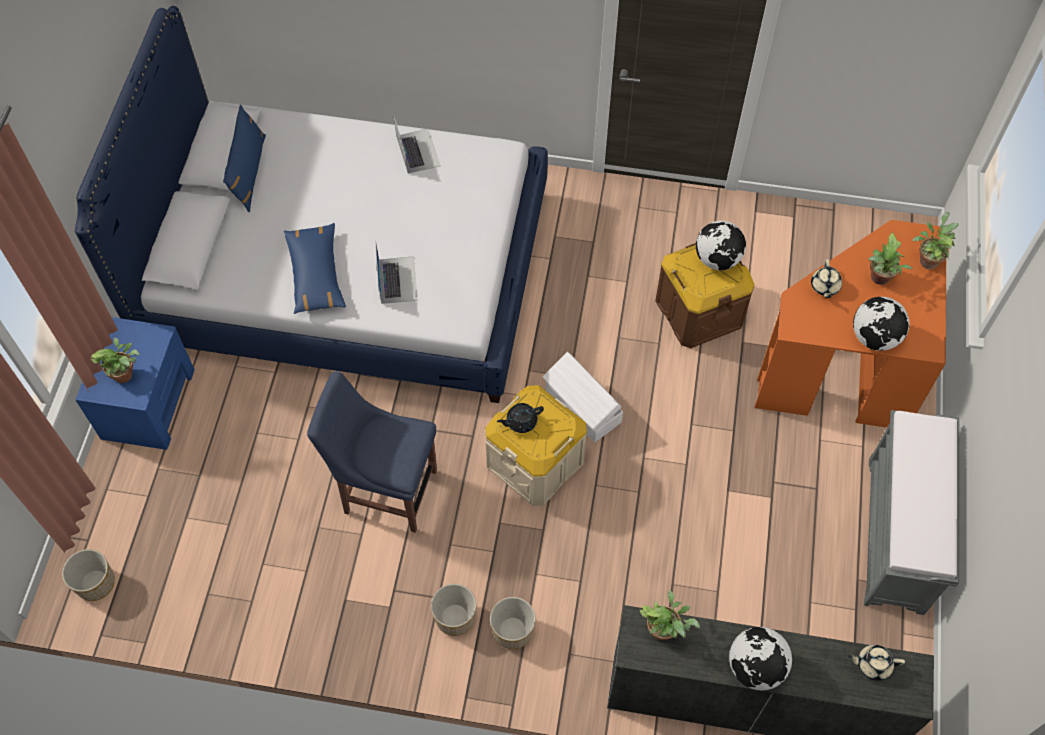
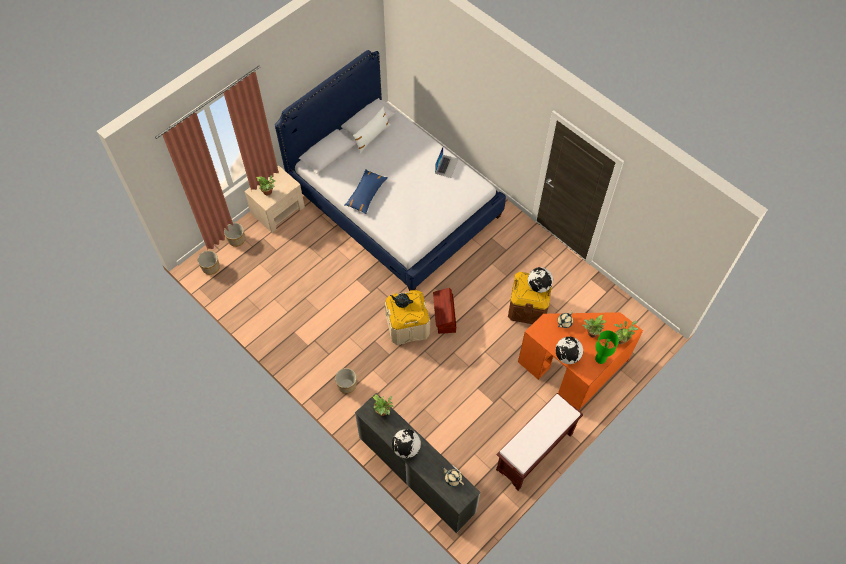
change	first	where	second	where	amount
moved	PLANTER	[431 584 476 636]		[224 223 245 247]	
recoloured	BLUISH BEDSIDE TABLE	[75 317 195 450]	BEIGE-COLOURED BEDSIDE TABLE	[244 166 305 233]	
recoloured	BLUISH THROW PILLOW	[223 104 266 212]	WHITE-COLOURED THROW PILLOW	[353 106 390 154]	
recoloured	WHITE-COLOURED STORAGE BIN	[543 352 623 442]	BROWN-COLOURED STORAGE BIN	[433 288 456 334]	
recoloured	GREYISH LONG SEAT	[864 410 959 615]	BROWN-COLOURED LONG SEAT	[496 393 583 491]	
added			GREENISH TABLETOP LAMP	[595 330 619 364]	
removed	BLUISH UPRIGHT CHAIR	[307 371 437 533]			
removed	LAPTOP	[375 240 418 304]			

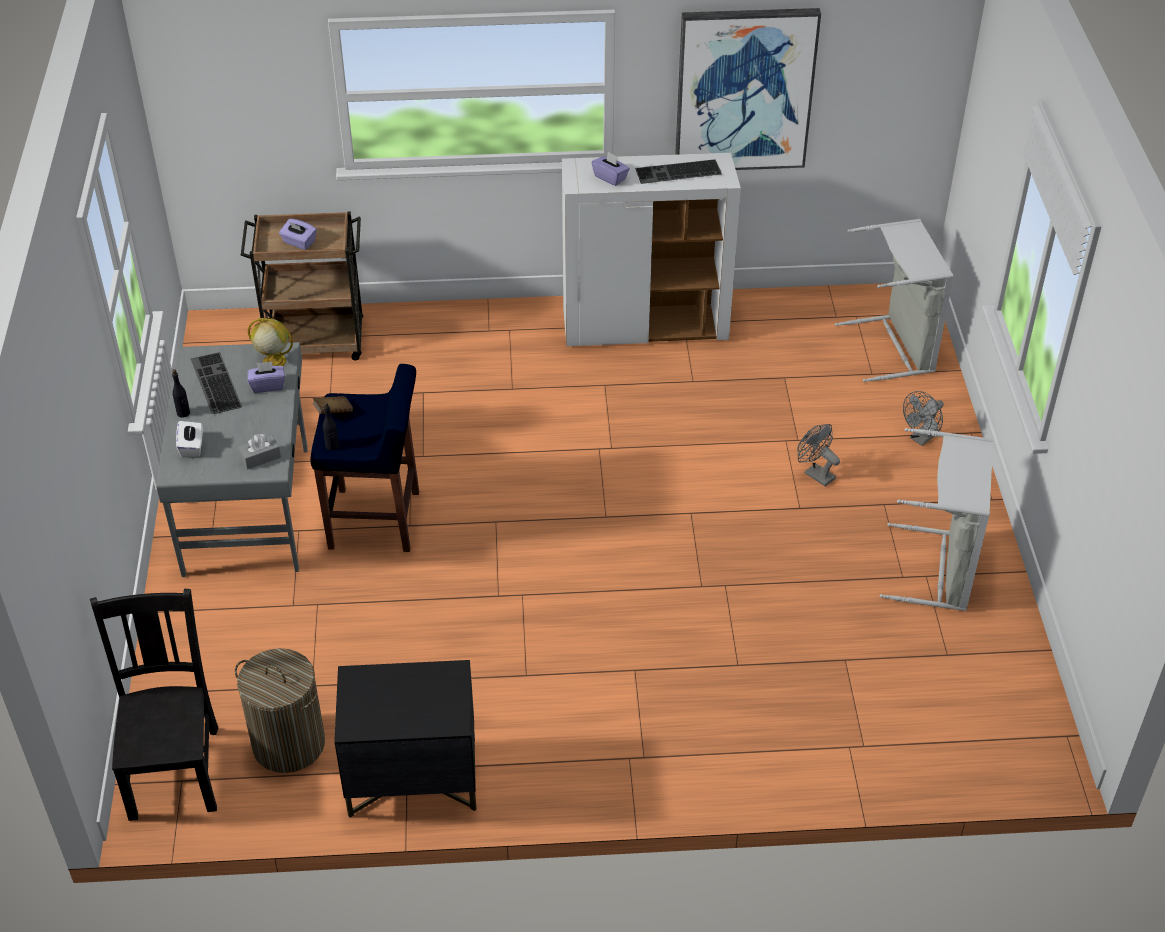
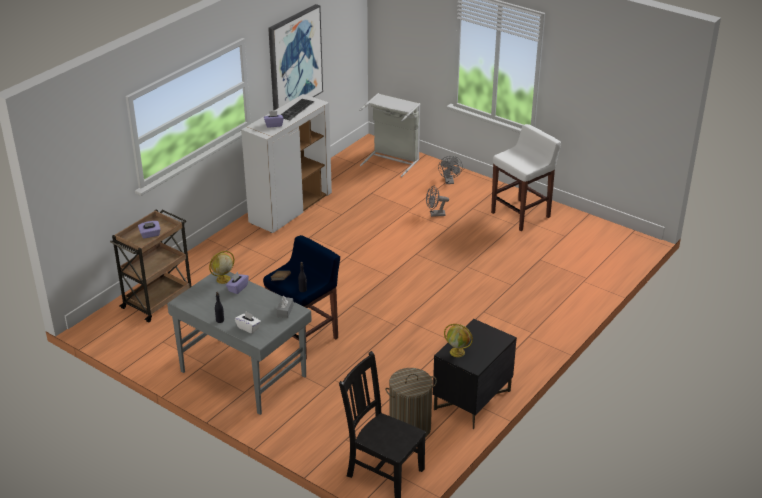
change	first	where	second	where	amount
added			DESK GLOBE	[444 324 473 357]	
replaced	GREYISH HAMPER	[880 428 994 611]	WHITE-COLOURED STOOL	[491 124 561 231]	
removed	COMPUTER KEYBOARD	[191 352 242 414]			

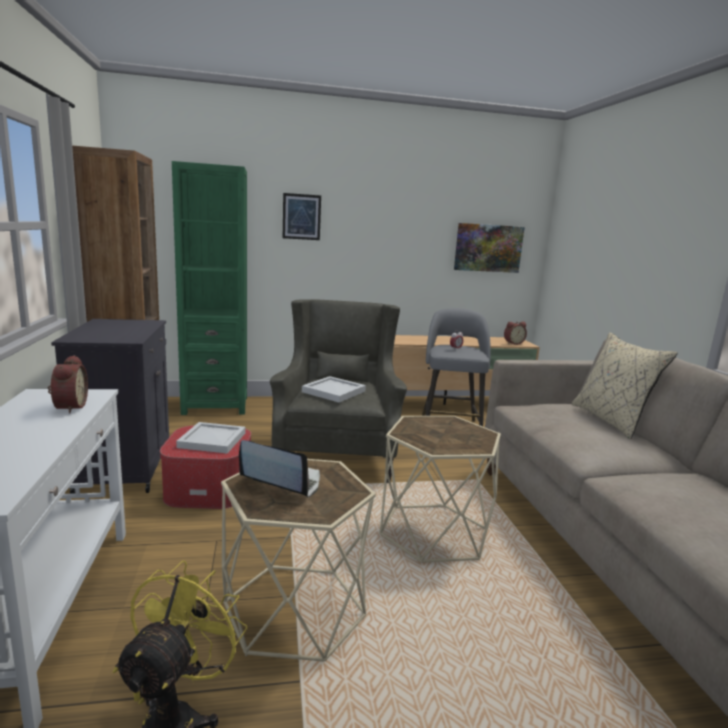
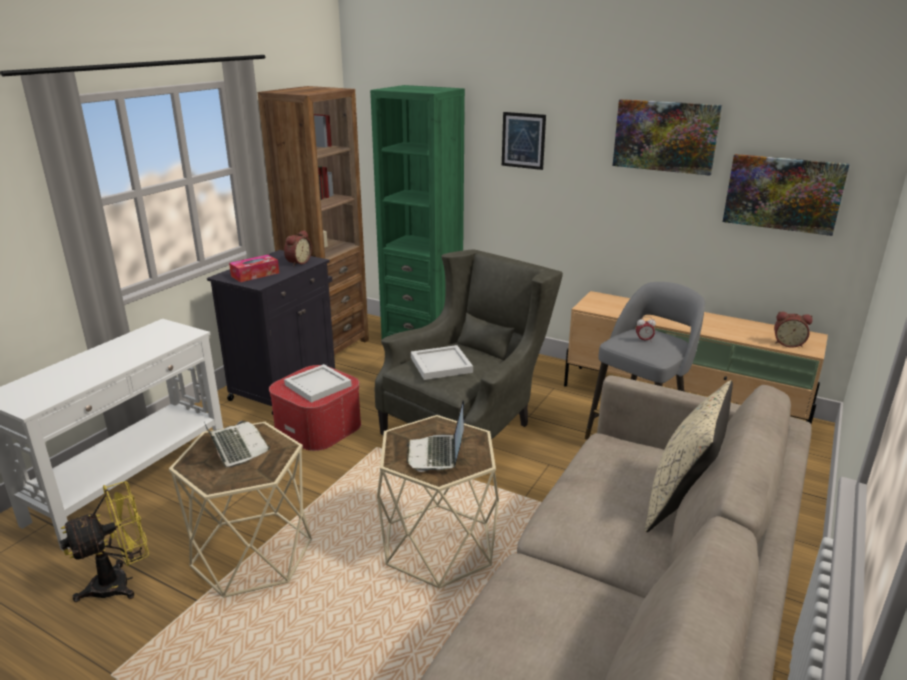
change	first	where	second	where	amount
added			TISSUE HOLDER	[229 255 279 282]	
moved	TABLE CLOCK	[48 355 88 414]		[284 230 312 266]	
added			LAPTOP	[407 400 464 472]	
added			WALL ART	[613 99 722 176]	

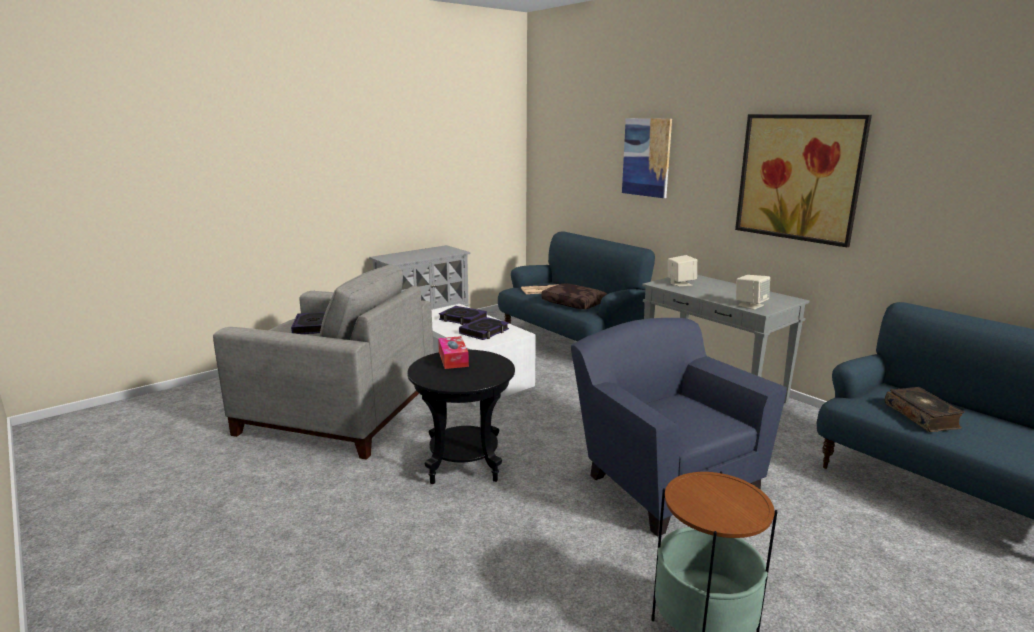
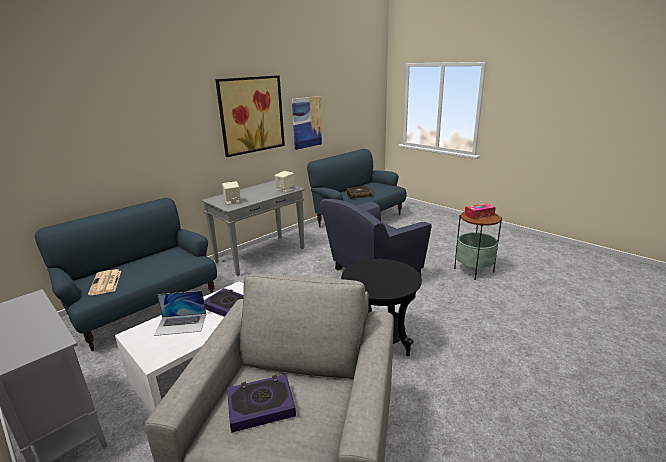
change	first	where	second	where	amount
replaced	VOLUME	[439 306 487 325]	LAPTOP	[154 291 206 336]	
moved	WALL ART	[622 118 672 198]		[292 96 322 150]	
moved	TISSUE HOLDER	[438 336 469 369]		[464 203 496 219]	
removed	BROWN-COLOURED THROW PILLOW	[541 283 607 309]			

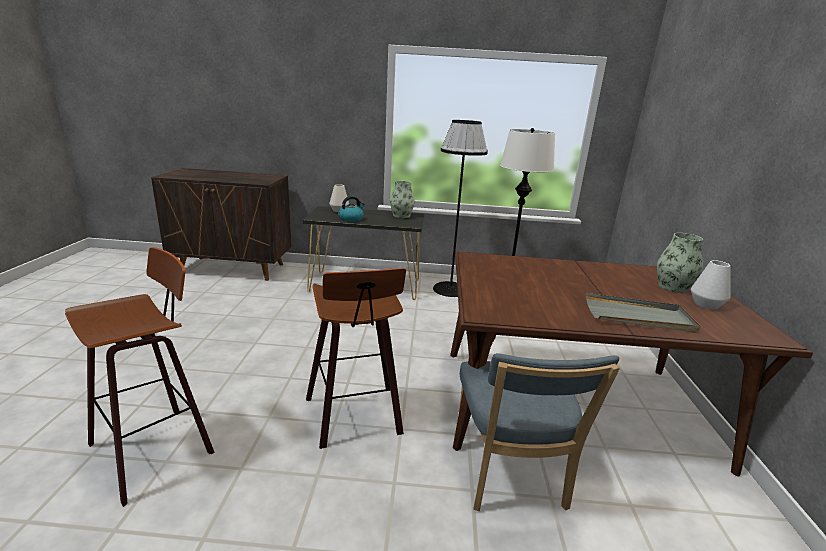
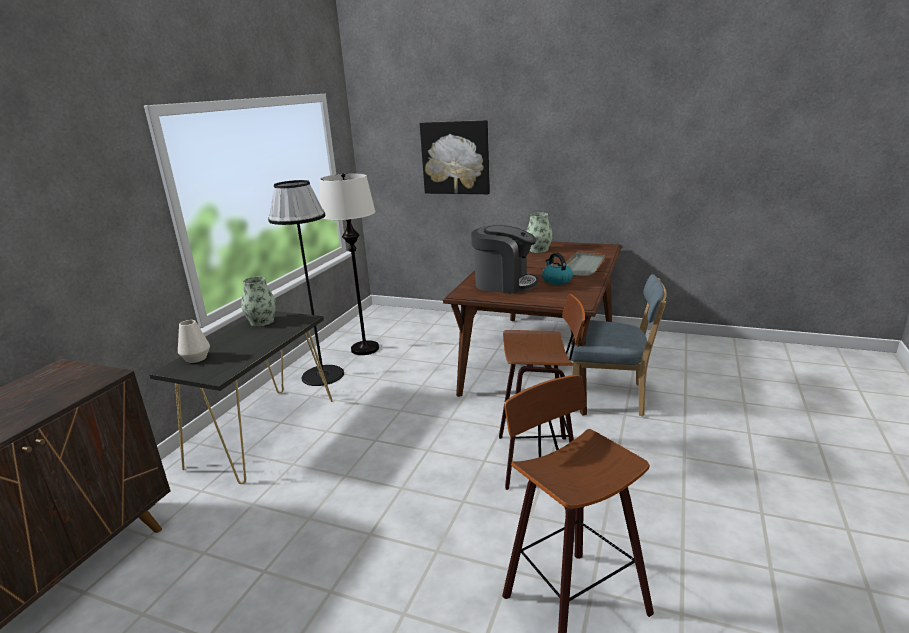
change	first	where	second	where	amount
added			WALL ART	[420 120 490 194]	
added			COFFEE MAKER	[471 225 538 294]	
moved	KETTLE	[338 196 365 222]		[542 253 573 285]	
removed	WHITE-COLOURED DECORATIVE VASE	[691 260 731 309]			

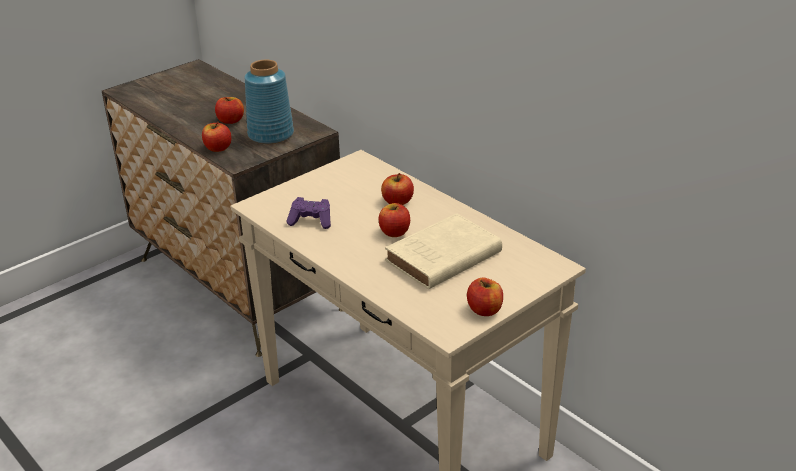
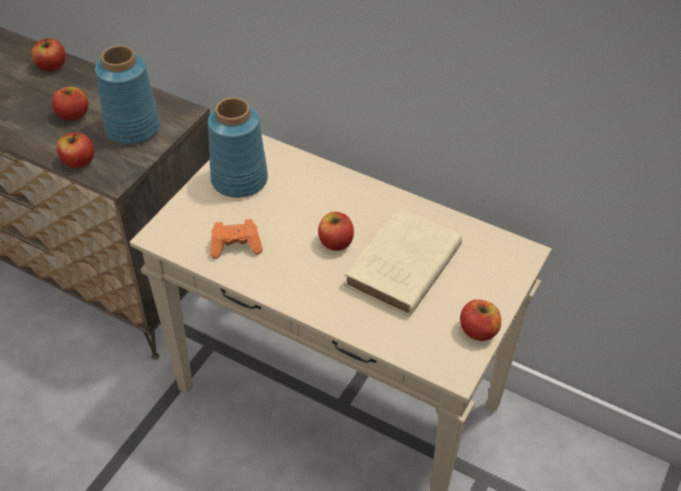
change	first	where	second	where	amount
moved	APPLE FRUIT	[381 173 414 205]		[31 38 66 72]	
added			BLUISH DECORATIVE VASE	[208 97 268 198]	
recoloured	PURPLE GAMEPAD	[286 197 331 229]	ORANGEY GAMEPAD	[210 219 263 259]	

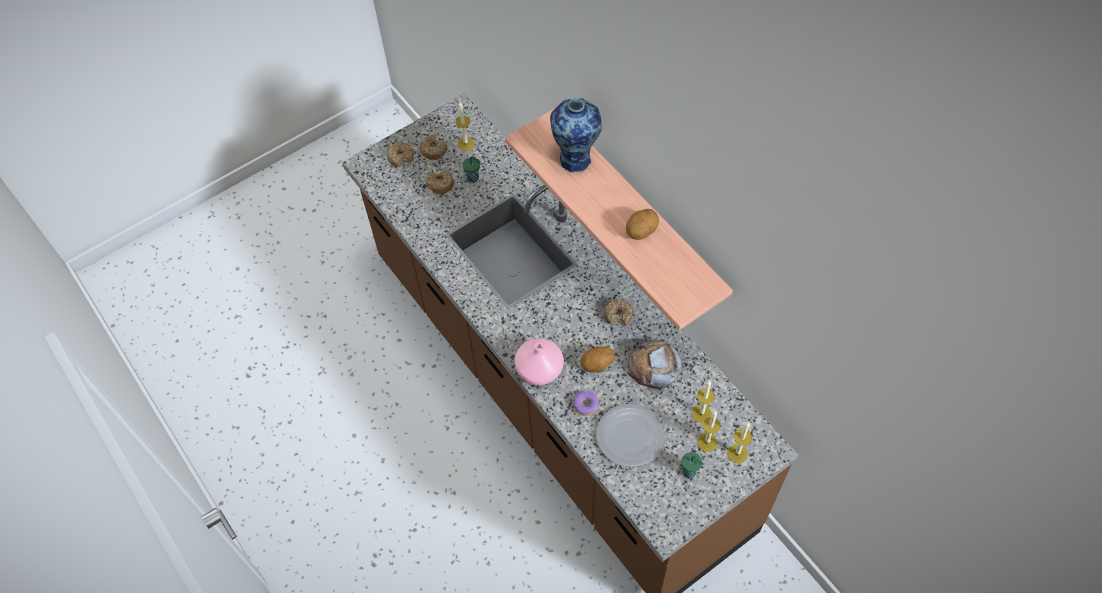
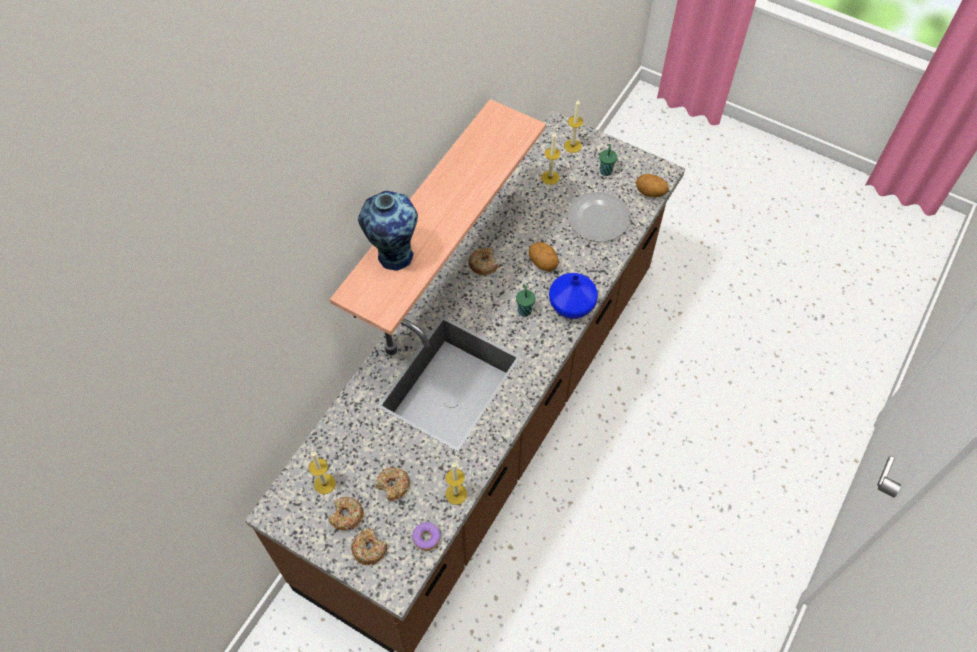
change	first	where	second	where	amount
moved	RING DOUGHNUT	[574 391 599 416]		[412 522 440 551]	
moved	WAX LIGHT	[697 410 721 452]		[446 463 467 505]	
moved	GREENISH SMALL CUP	[462 156 481 183]		[516 284 535 317]	
recoloured	PINK-COLOURED DECORATIVE VASE	[515 338 564 385]	BLUISH DECORATIVE VASE	[549 273 598 319]	
moved	POTATO	[626 209 659 240]		[636 174 669 197]	
removed	BREAD	[627 340 683 389]			

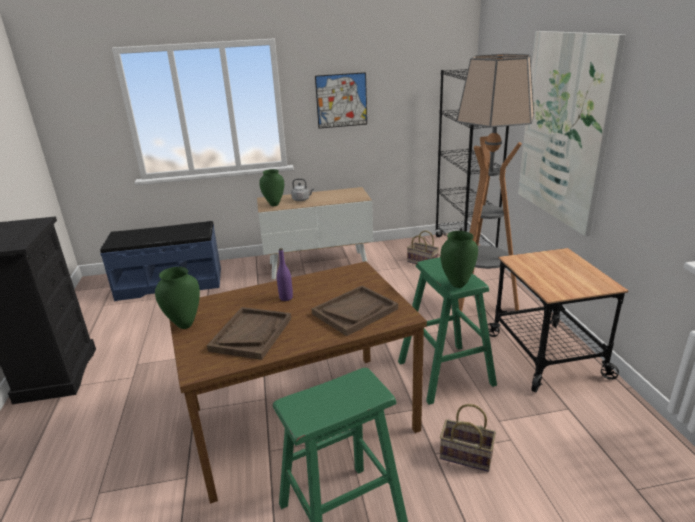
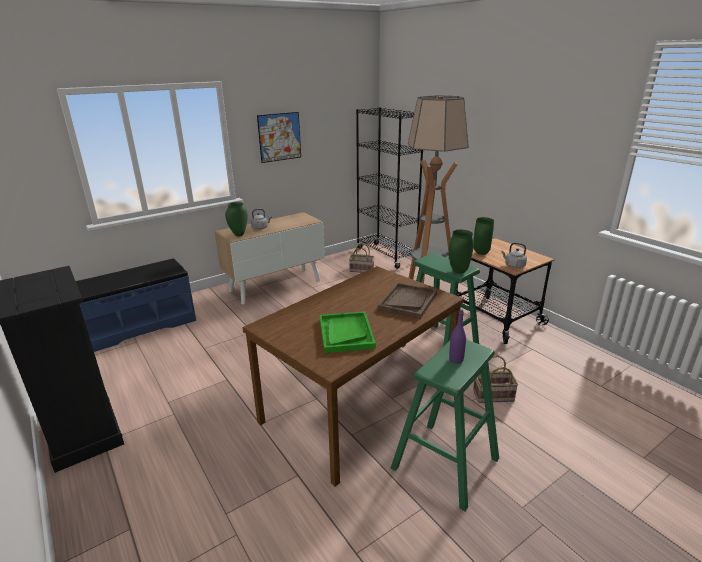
change	first	where	second	where	amount
recoloured	BROWN-COLOURED SERVING TRAY	[207 307 291 360]	GREENISH SERVING TRAY	[320 311 376 353]	
moved	PURPLE BOTTLE	[277 248 293 301]		[449 309 466 364]	
moved	GREENISH DECORATIVE VASE	[155 267 200 329]		[474 217 494 255]	
added			GREYISH KETTLE	[501 242 527 269]	
removed	WALL ART	[518 31 626 236]			

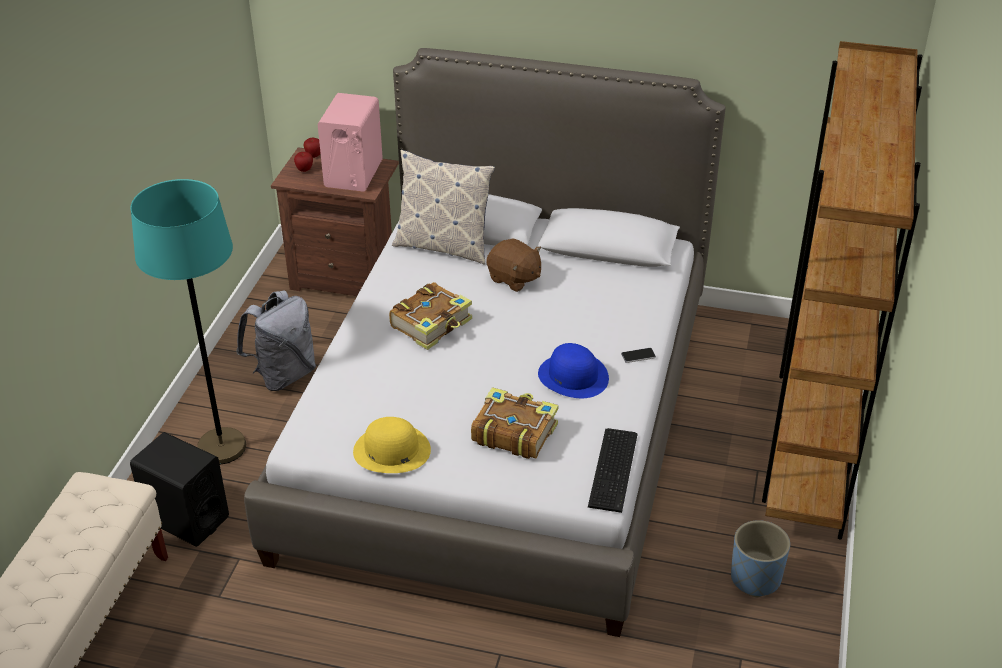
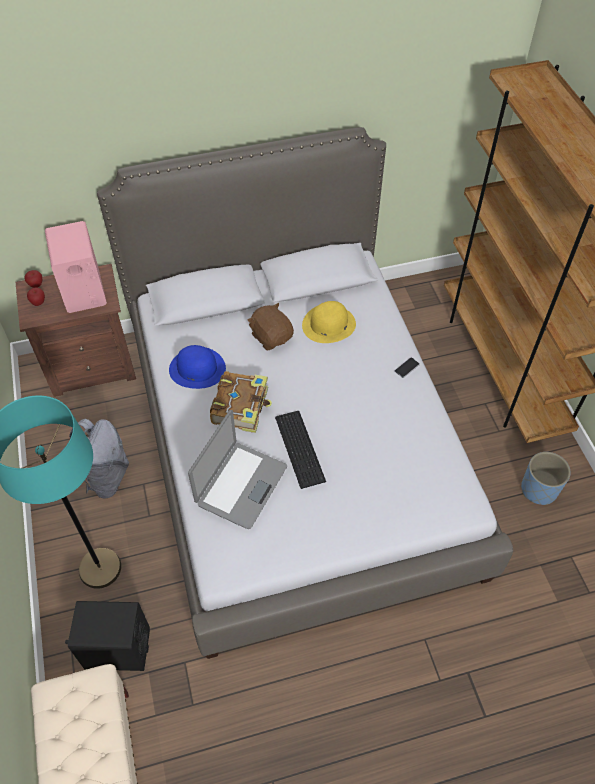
change	first	where	second	where	amount
moved	BLUISH HAT	[538 343 609 398]		[169 345 226 389]	
added			LAPTOP	[188 410 287 529]	
turned	BROWN-COLOURED SOFT TOY	[486 238 541 292]		[247 303 294 350]	135 degrees counterclockwise
moved	COMPUTER KEYBOARD	[588 428 638 513]		[275 411 326 489]	
moved	YELLOWISH HAT	[353 417 431 473]		[302 301 356 343]	
removed	THROW PILLOW	[392 149 495 265]			
removed	VOLUME	[471 387 558 459]			

